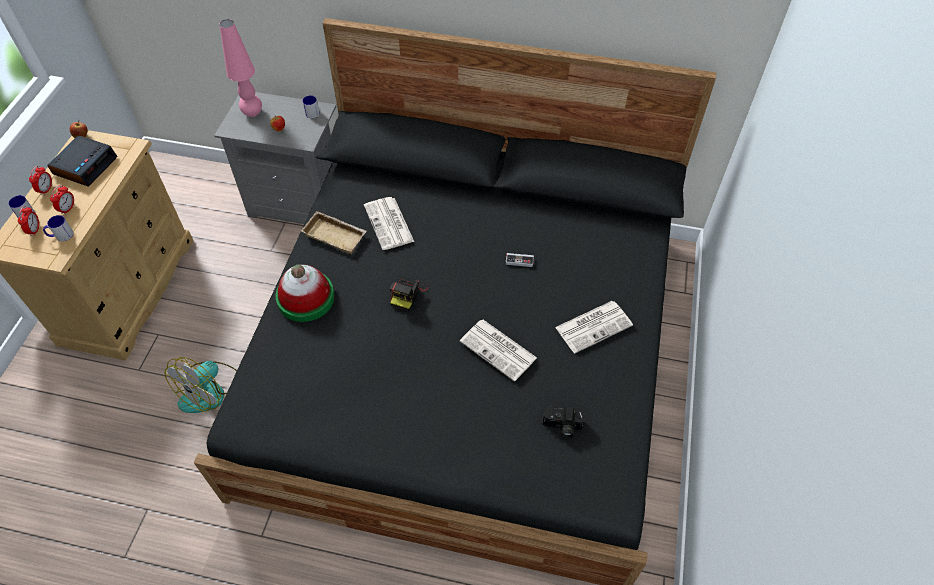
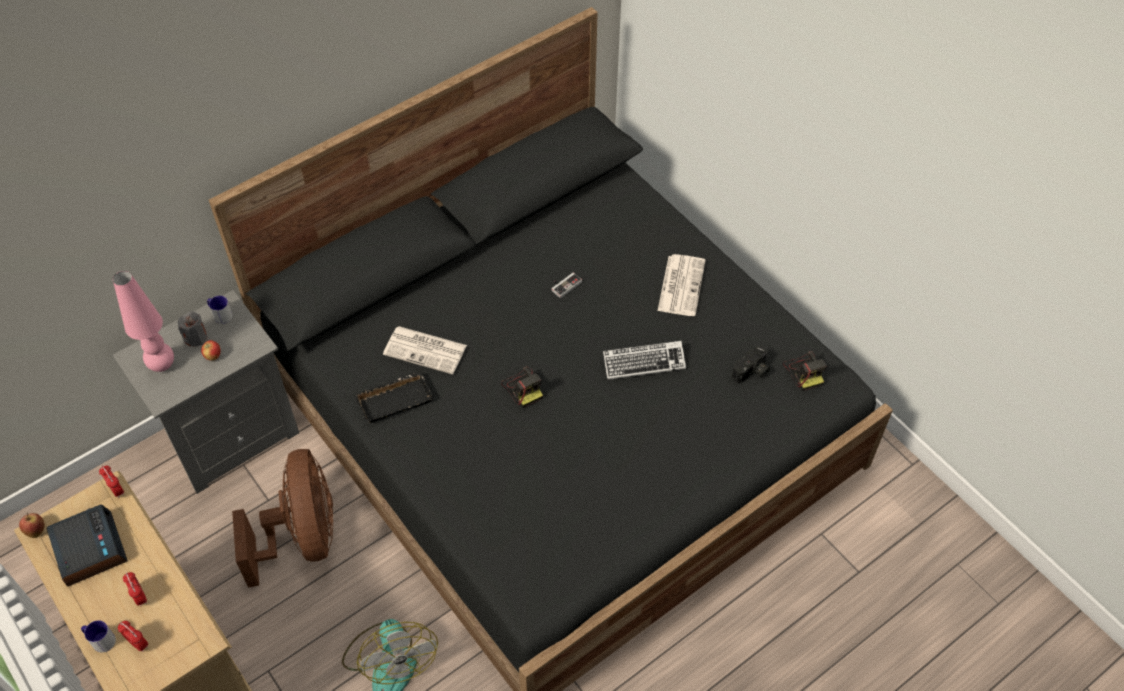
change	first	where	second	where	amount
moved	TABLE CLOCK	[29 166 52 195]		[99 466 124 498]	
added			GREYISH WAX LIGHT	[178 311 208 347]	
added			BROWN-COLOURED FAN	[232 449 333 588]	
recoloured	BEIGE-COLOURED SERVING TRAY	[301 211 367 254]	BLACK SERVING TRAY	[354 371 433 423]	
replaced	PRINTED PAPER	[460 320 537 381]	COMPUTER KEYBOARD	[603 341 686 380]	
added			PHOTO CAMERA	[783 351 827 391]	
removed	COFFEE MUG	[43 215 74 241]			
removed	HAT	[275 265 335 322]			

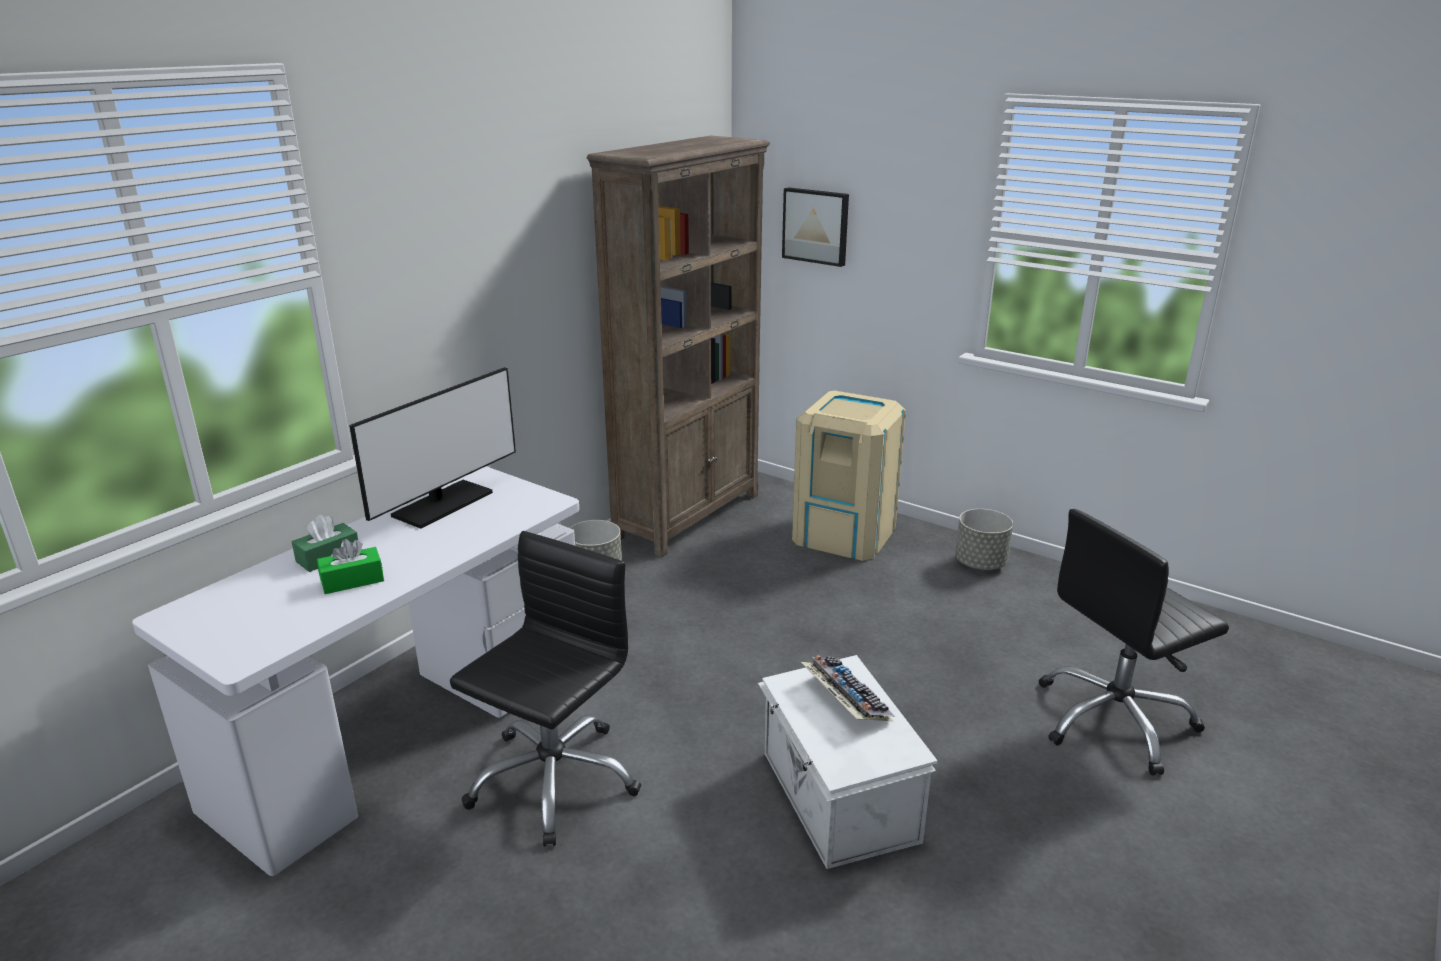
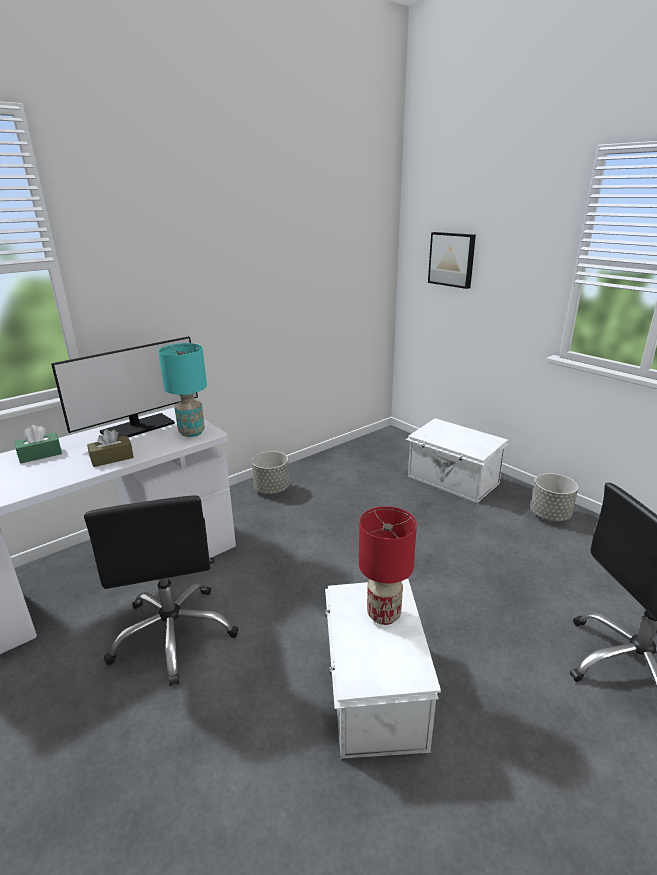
change	first	where	second	where	amount
turned	BLACK OFFICE CHAIR	[450 531 641 846]		[84 495 239 686]	120 degrees clockwise
added			BROWN-COLOURED TISSUE HOLDER	[87 429 134 467]	
added			TURQUOISE TABLETOP LAMP	[158 343 207 437]	
replaced	COMPUTER KEYBOARD	[801 655 895 721]	RED TABLETOP LAMP	[359 506 417 625]	
replaced	BEIGE-COLOURED RUBBISH BIN	[792 391 906 561]	WHITE-COLOURED STORAGE BIN	[406 418 509 503]	
removed	GREENISH TISSUE HOLDER	[317 539 384 594]			
removed	BROWN-COLOURED BOOKSHELF	[587 136 770 557]			

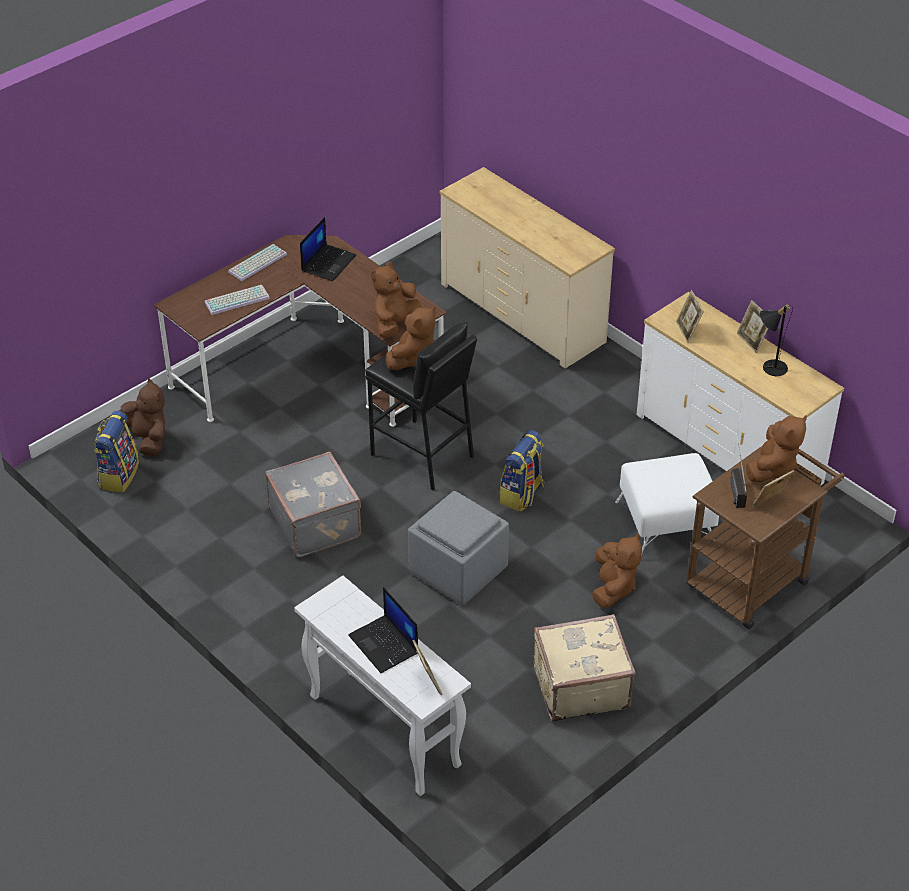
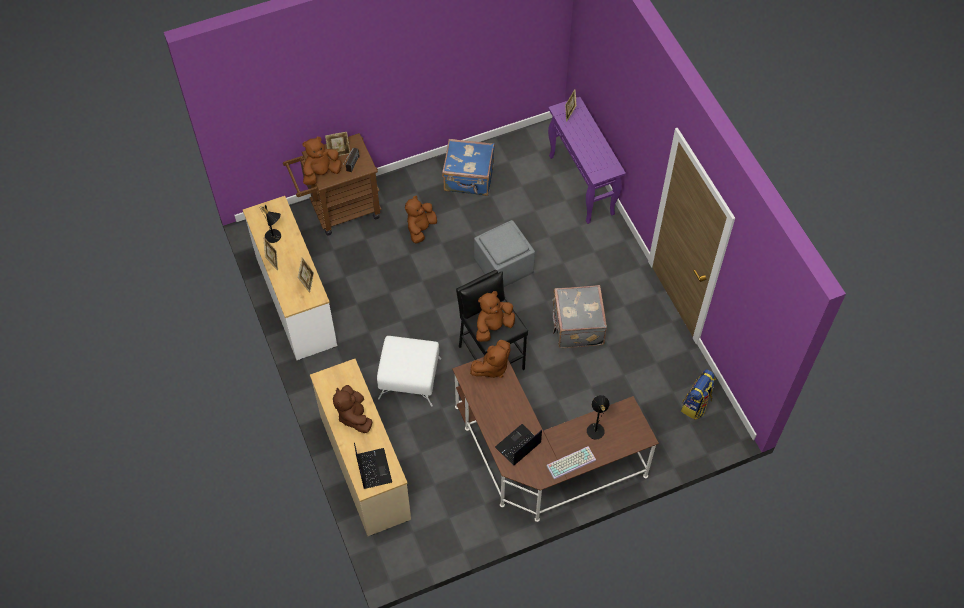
change	first	where	second	where	amount
moved	BROWN-COLOURED SOFT TOY	[121 378 165 456]		[333 385 372 433]	
moved	LAPTOP	[348 587 418 673]		[354 442 392 489]	
moved	WHITE-COLOURED FOOTREST	[615 453 719 556]		[377 336 441 407]	
recoloured	BEIGE-COLOURED SUITCASE	[534 614 636 722]	BLUISH SUITCASE	[442 139 495 196]	
recoloured	WHITE-COLOURED HALL TABLE	[294 576 471 796]	PURPLE HALL TABLE	[548 97 626 224]	
replaced	COMPUTER KEYBOARD	[205 285 270 315]	BLACK TABLETOP LAMP	[587 395 610 440]	
removed	RUCKSACK	[500 430 544 512]			

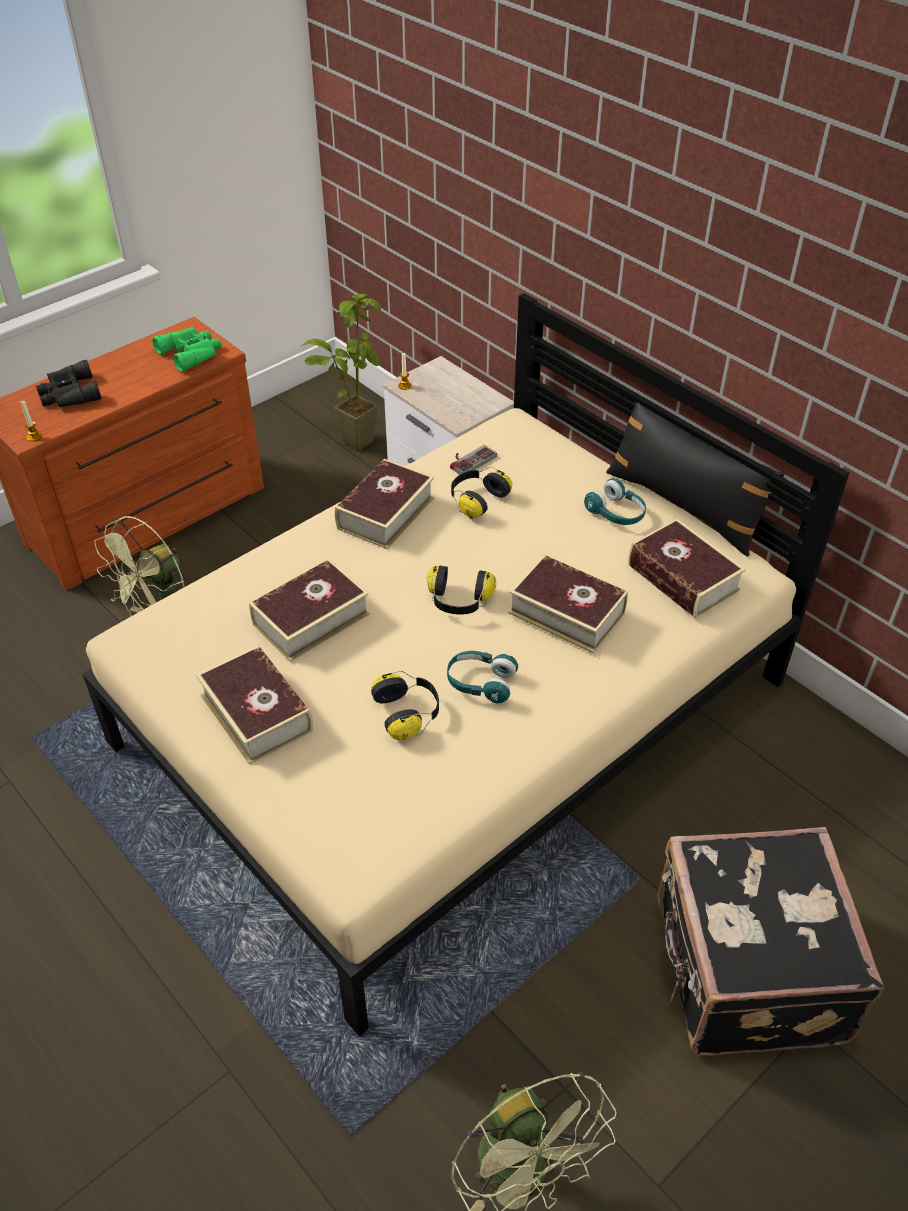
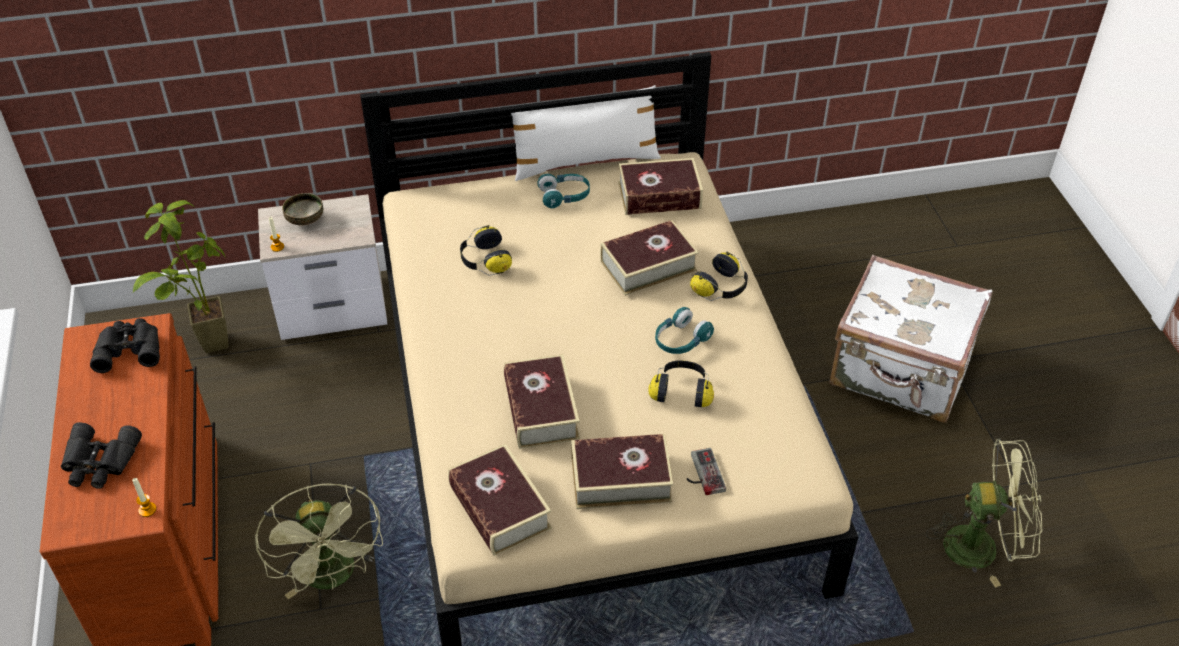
change	first	where	second	where	amount
recoloured	GREENISH FIELD GLASSES	[152 327 221 372]	BLACK FIELD GLASSES	[90 318 160 373]	
added			BOWL	[282 193 323 225]	
moved	VOLUME	[335 459 434 549]		[448 444 552 556]	
recoloured	BLACK THROW PILLOW	[606 402 784 557]	WHITE-COLOURED THROW PILLOW	[511 85 661 181]	
moved	GAMEPAD	[450 445 497 475]		[687 448 726 495]	
moved	HEADSET	[427 566 496 615]		[690 251 748 301]	
recoloured	BLACK SUITCASE	[657 827 884 1056]	WHITE-COLOURED SUITCASE	[829 255 992 423]	

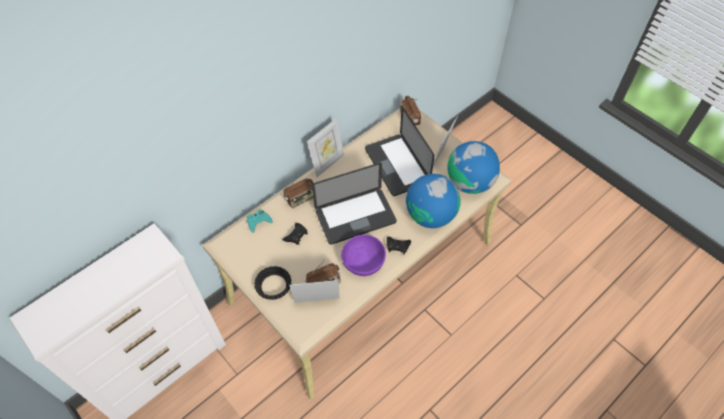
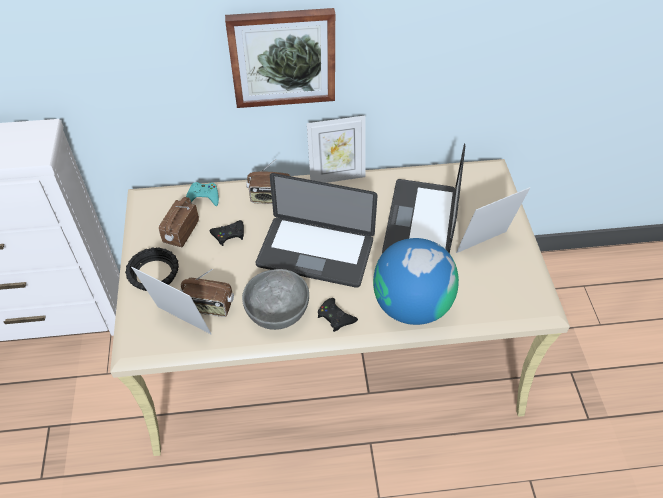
change	first	where	second	where	amount
moved	RADIO RECEIVER	[400 96 421 125]		[159 197 199 247]	
added			WALL ART	[225 8 335 108]	
recoloured	PURPLE BOWL	[341 235 386 276]	GREYISH BOWL	[242 269 309 330]	
removed	DESK GLOBE	[448 141 500 194]			

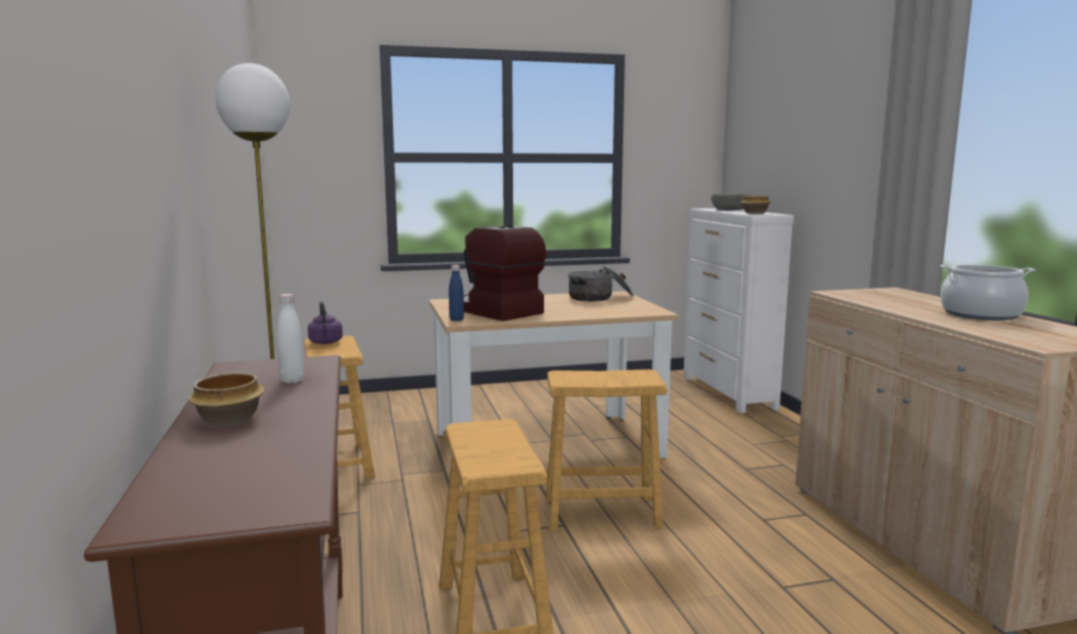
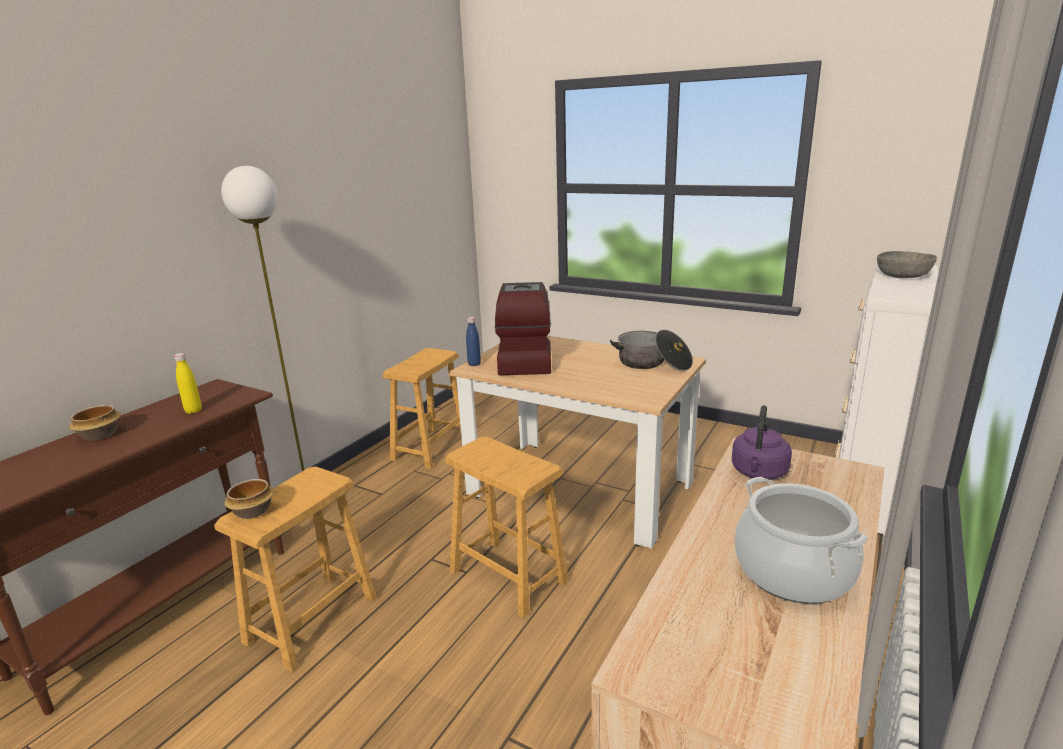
change	first	where	second	where	amount
recoloured	WHITE-COLOURED BOTTLE	[277 294 304 384]	YELLOWISH BOTTLE	[174 353 202 414]	
moved	BOWL	[741 196 771 214]		[224 479 274 519]	
moved	PURPLE KETTLE	[308 301 343 344]		[732 405 792 480]	

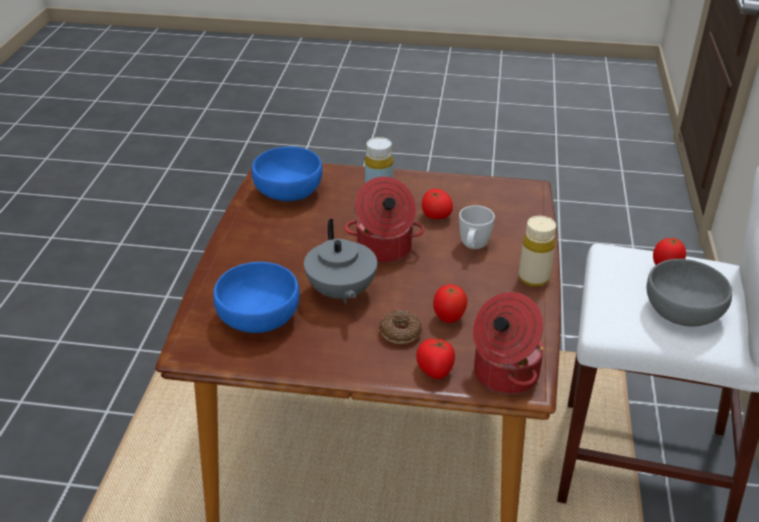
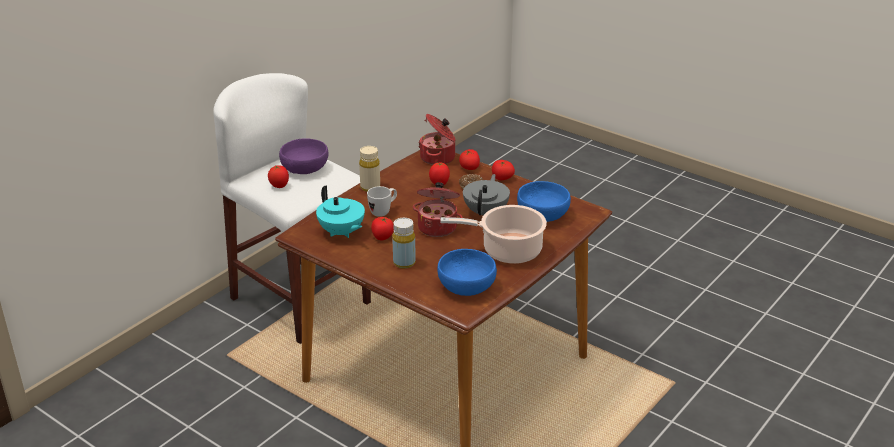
change	first	where	second	where	amount
recoloured	GREYISH BOWL	[647 259 732 327]	PURPLE BOWL	[279 139 329 174]	
added			TURQUOISE POT FOR TEA	[316 185 365 238]	
added			COOKING POT	[440 205 547 264]	
added			FRESH TOMATO	[492 160 515 180]	

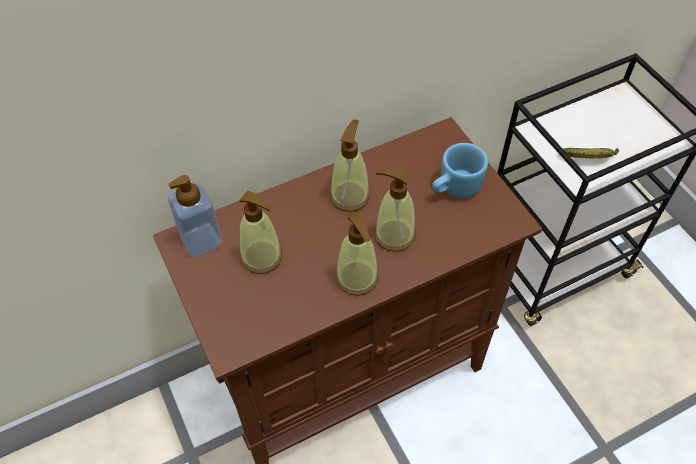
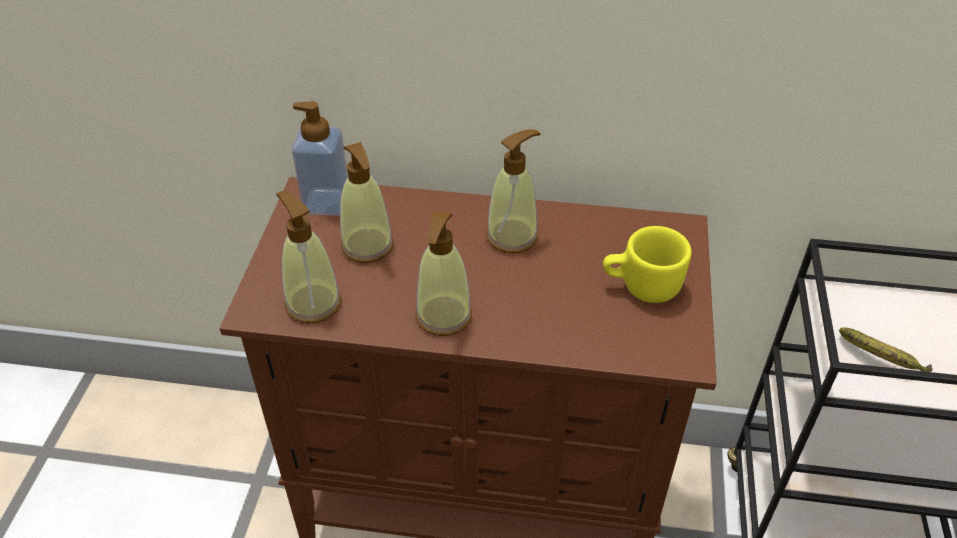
change	first	where	second	where	amount
moved	SOAP BOTTLE	[374 168 415 252]		[276 191 341 324]	
recoloured	BLUISH COFFEE MUG	[432 143 488 198]	YELLOWISH COFFEE MUG	[603 226 691 303]	

